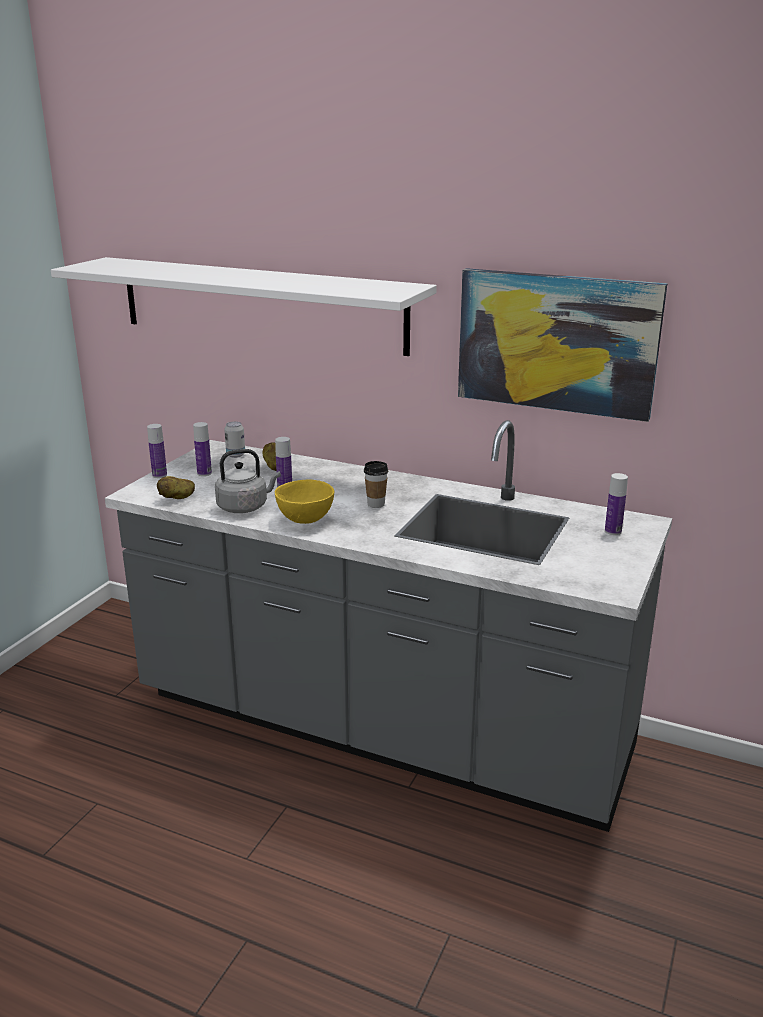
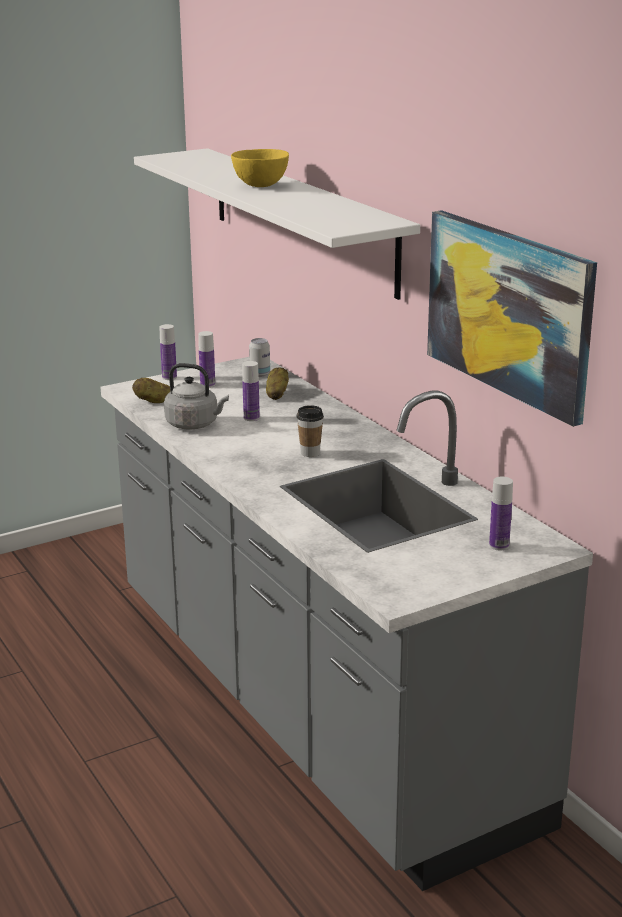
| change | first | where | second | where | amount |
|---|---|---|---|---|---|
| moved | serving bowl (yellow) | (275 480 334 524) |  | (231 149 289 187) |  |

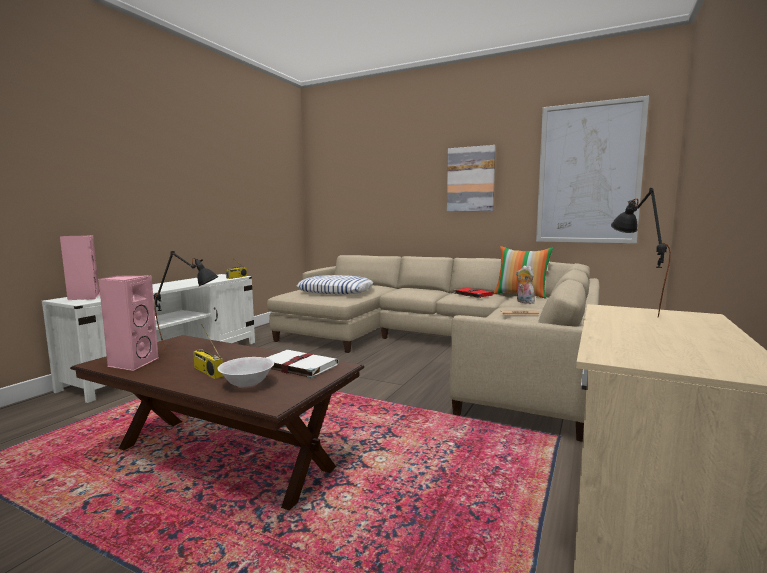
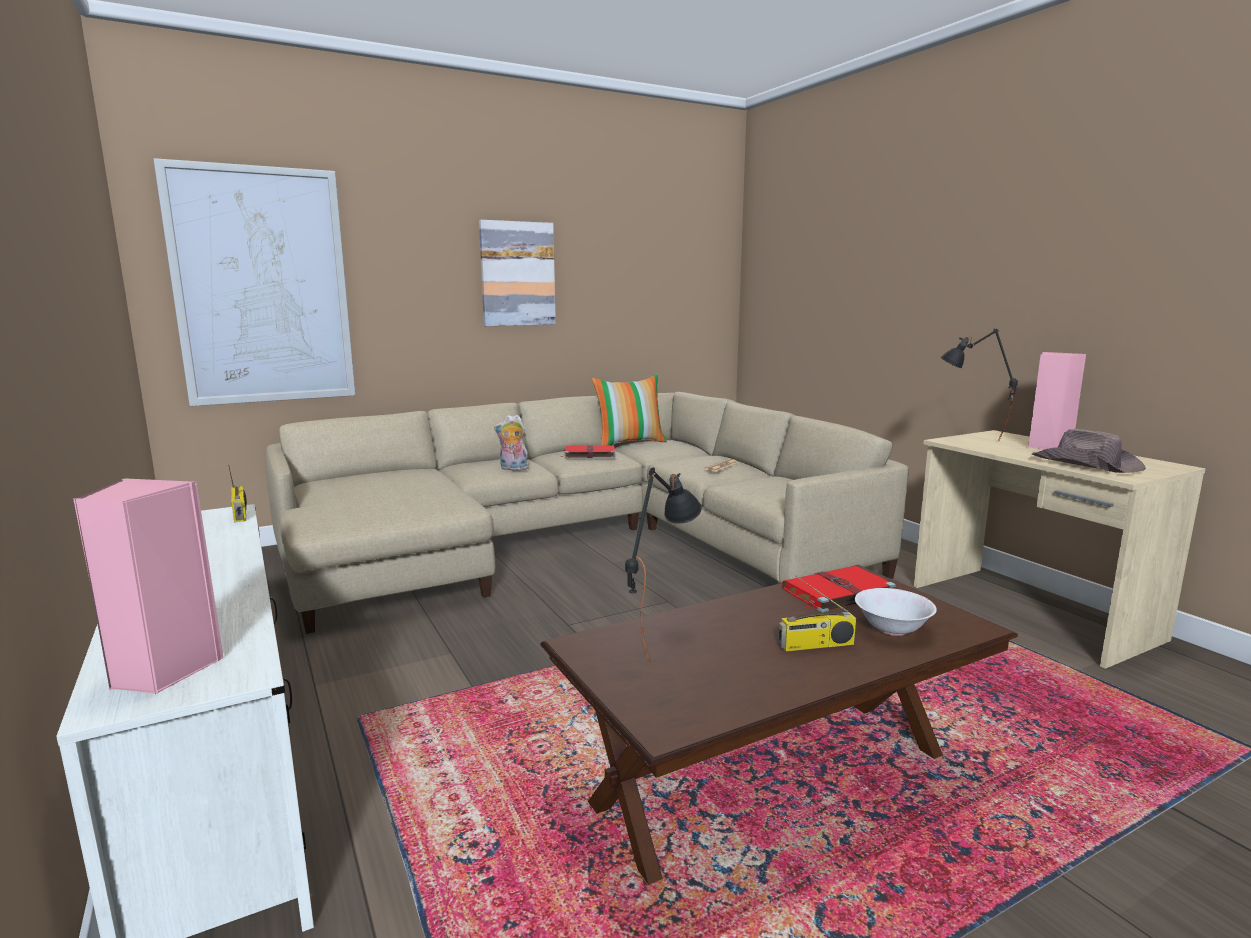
| change | first | where | second | where | amount |
|---|---|---|---|---|---|
| moved | wall art | (536 96 649 244) |  | (153 158 356 406) |  |
| moved | plush toy | (516 265 535 304) |  | (494 415 529 471) |  |
| moved | audio speaker (pink) | (98 275 159 371) |  | (1028 352 1087 449) |  |
| removed | pillow | (297 275 373 294) |  |  |  |
| recoloured | volume (whitish) | (266 350 339 379) | volume (red-coloured) | (782 566 896 613) |  |
| added |  |  | hat (brownish) | (1032 429 1146 473) |  |

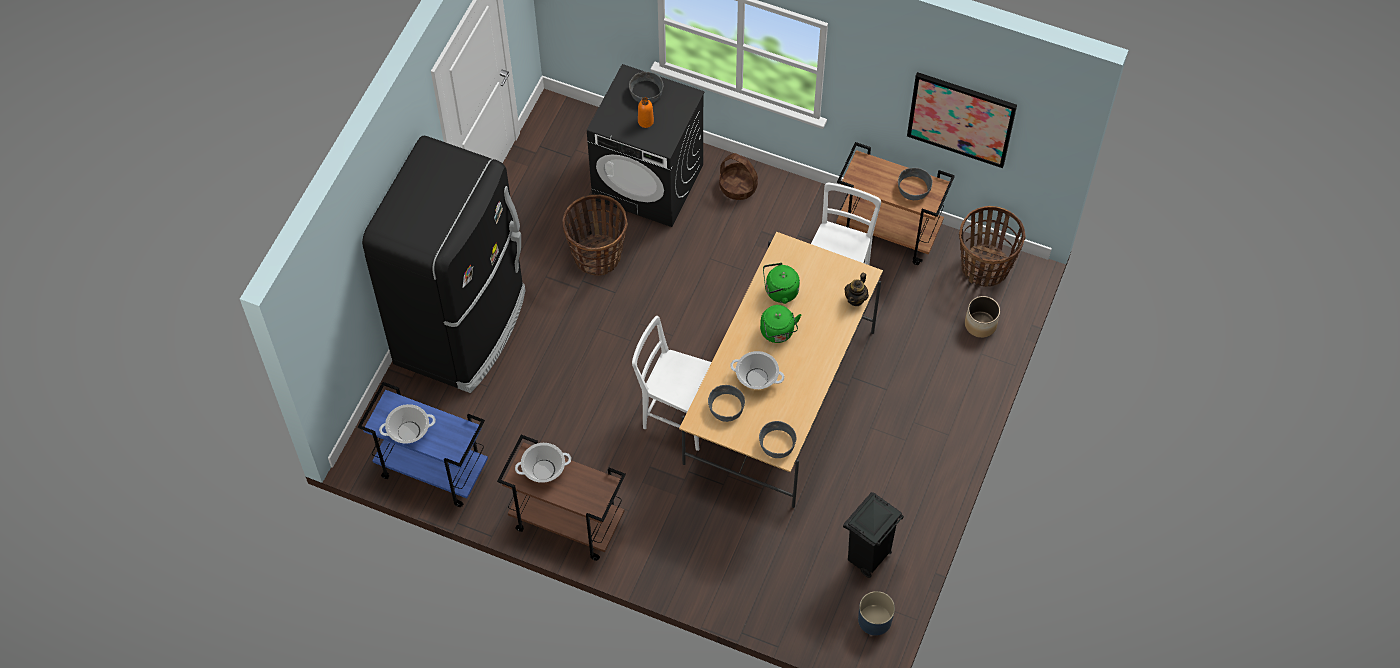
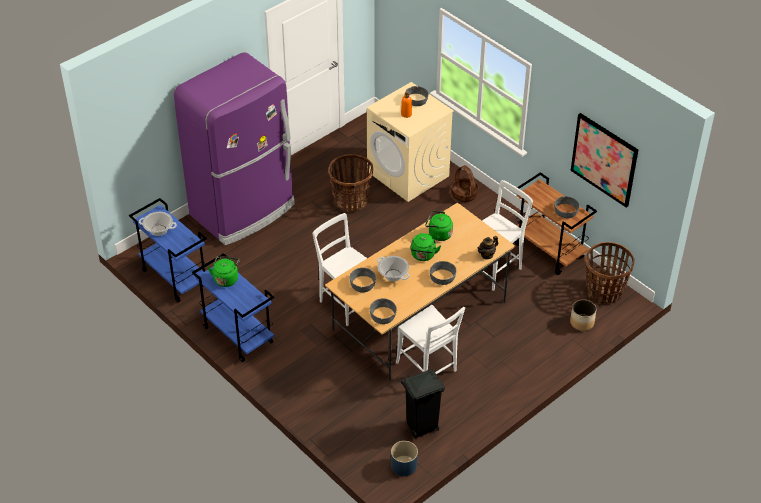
| change | first | where | second | where | amount |
|---|---|---|---|---|---|
| recoloured | laundry appliance (black-coloured) | (587 64 705 227) | laundry appliance (beige-coloured) | (367 82 454 202) |  |
| recoloured | fridge (black-coloured) | (362 136 525 393) | fridge (purple-coloured) | (174 52 295 245) |  |
| recoloured | wheeled cart (brownish) | (497 435 626 561) | wheeled cart (blue-coloured) | (192 253 274 362) |  |
| replaced | saucepot | (515 443 571 483) | water kettle (green) | (207 256 239 287) |  |
| added |  |  | serving bowl (greyish) | (430 261 456 285) |  |
| added |  |  | upright chair (whitish) | (396 305 465 374) |  |

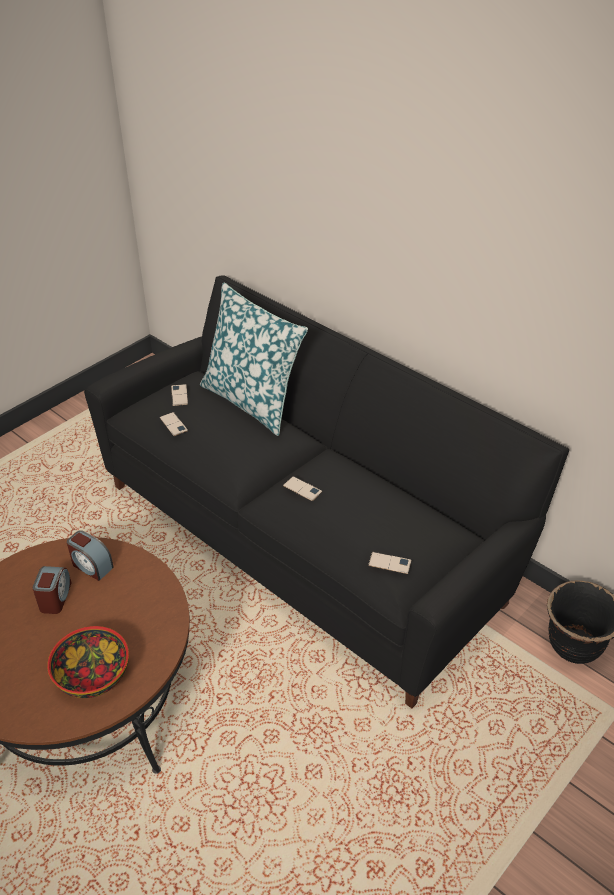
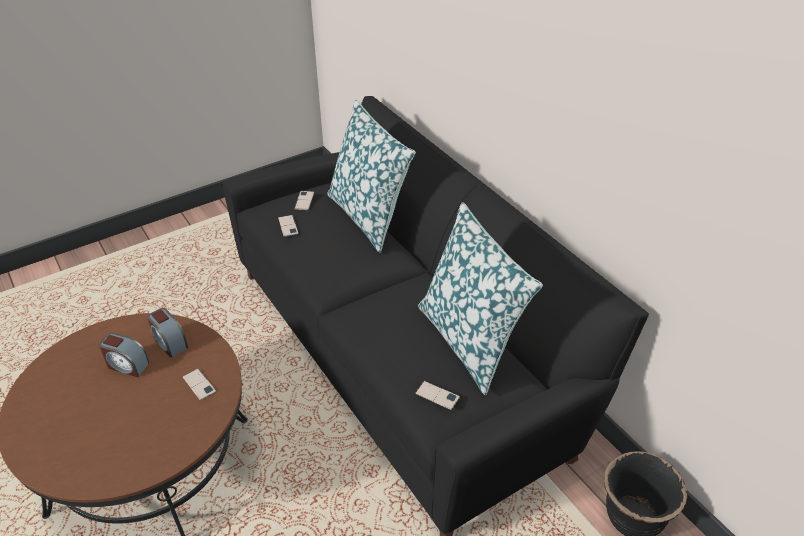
| change | first | where | second | where | amount |
|---|---|---|---|---|---|
| moved | phone | (283 476 322 501) |  | (183 368 216 401) |  |
| turned | table clock | (33 566 71 614) |  | (99 333 149 377) | 90 degrees clockwise |
| removed | serving bowl | (47 626 129 698) |  |  |  |
| added |  |  | pillow | (418 202 543 395) |  |

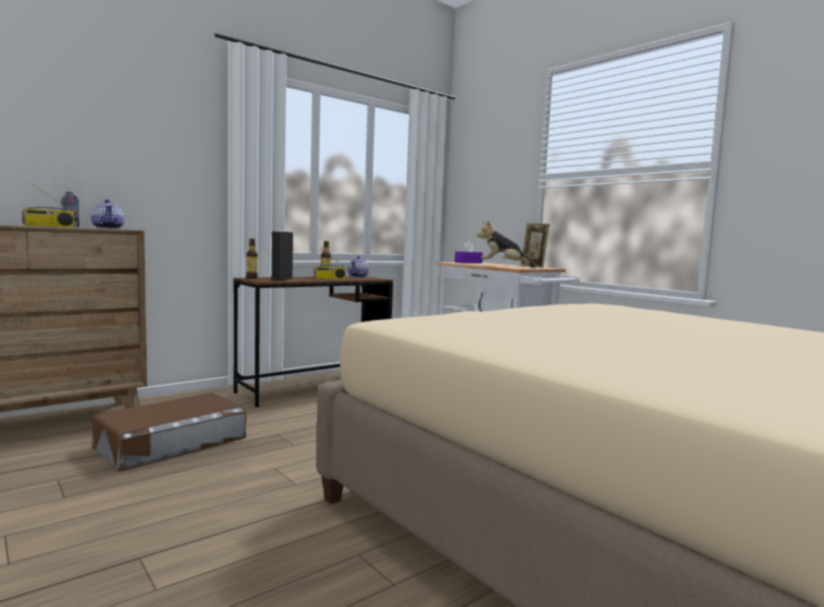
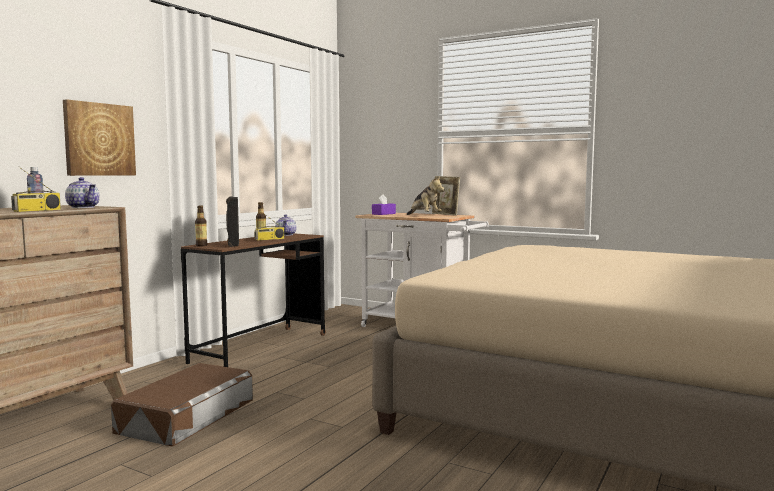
| change | first | where | second | where | amount |
|---|---|---|---|---|---|
| turned | plush toy | (477 220 535 268) |  | (407 176 445 215) | 120 degrees counterclockwise |
| added |  |  | wall art | (63 99 136 176) |  |

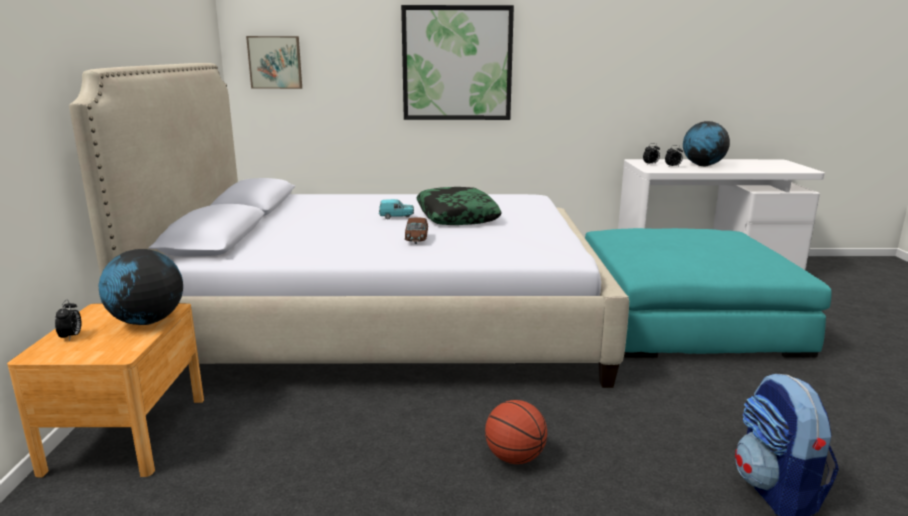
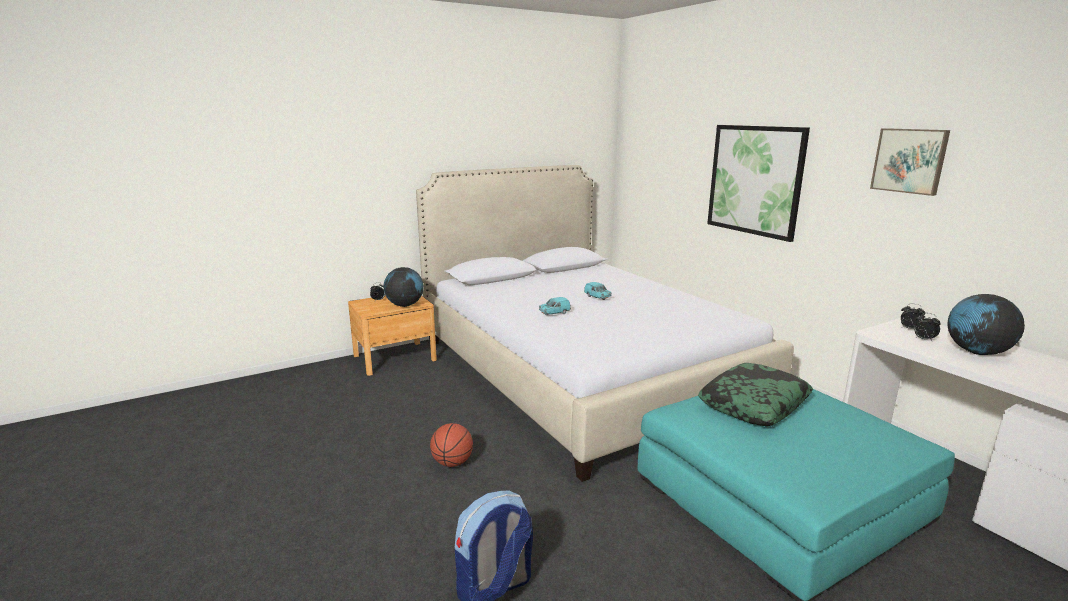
| change | first | where | second | where | amount |
|---|---|---|---|---|---|
| moved | wall art | (246 36 302 89) |  | (870 128 950 196) |  |
| moved | pillow | (417 187 502 225) |  | (698 363 813 426) |  |
| recoloured | toy car (brownish) | (405 217 428 244) | toy car (blue-green) | (539 297 571 315) |  |

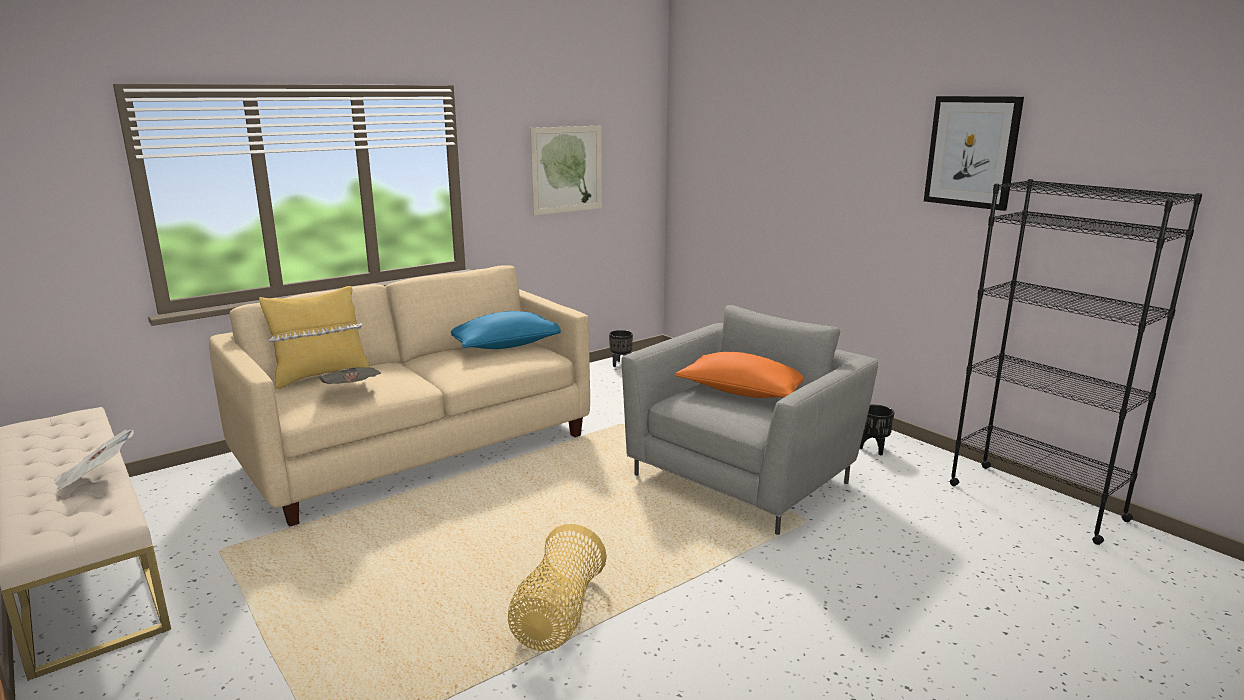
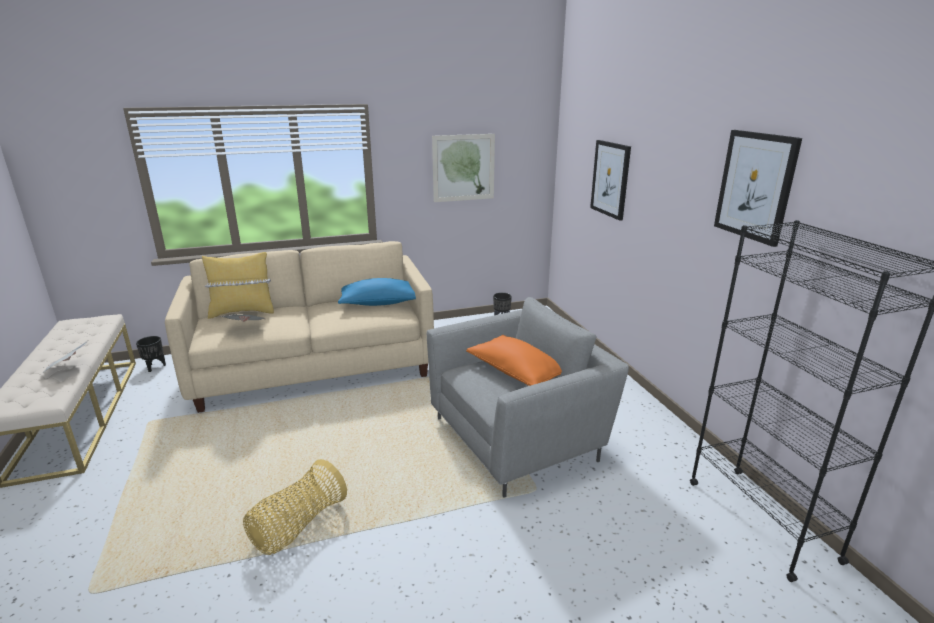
| change | first | where | second | where | amount |
|---|---|---|---|---|---|
| moved | planter (black-coloured) | (860 405 894 455) |  | (136 336 166 372) |  |
| added |  |  | wall art | (590 140 631 221) |  |

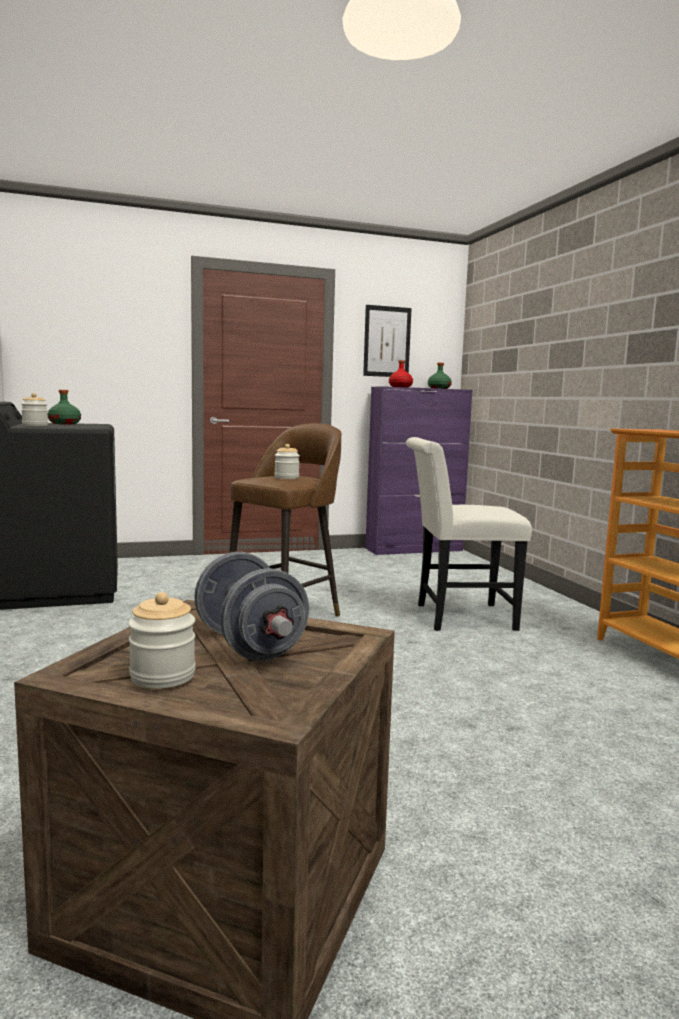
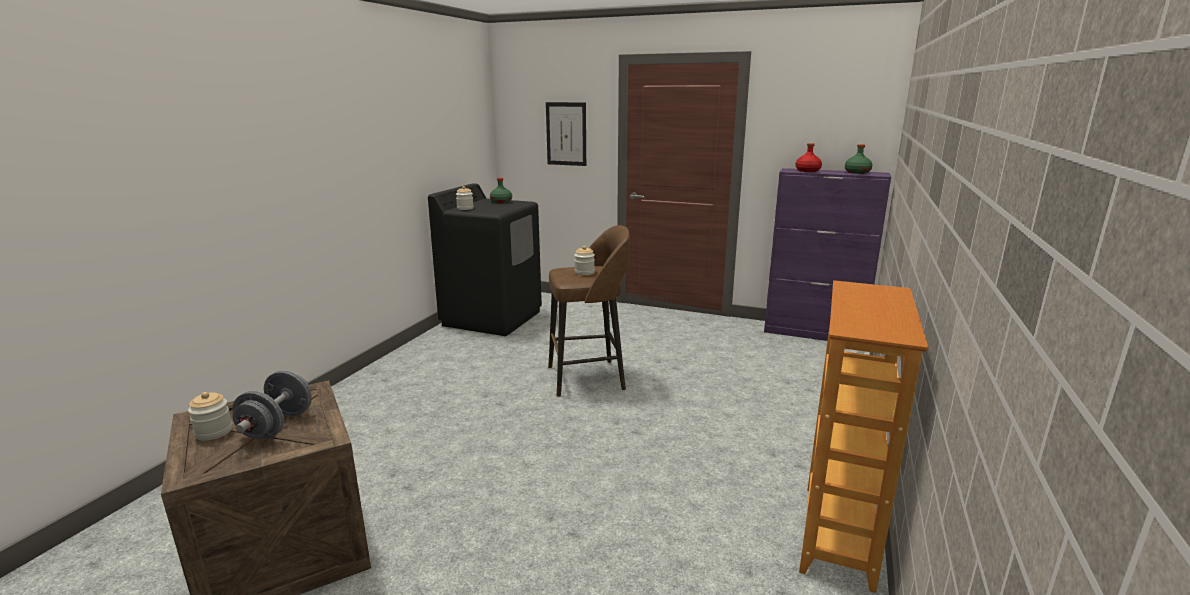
| change | first | where | second | where | amount |
|---|---|---|---|---|---|
| moved | wall art | (363 305 412 377) |  | (546 102 586 166) |  |
| removed | upright chair (whitish) | (406 437 532 631) |  |  |  |

